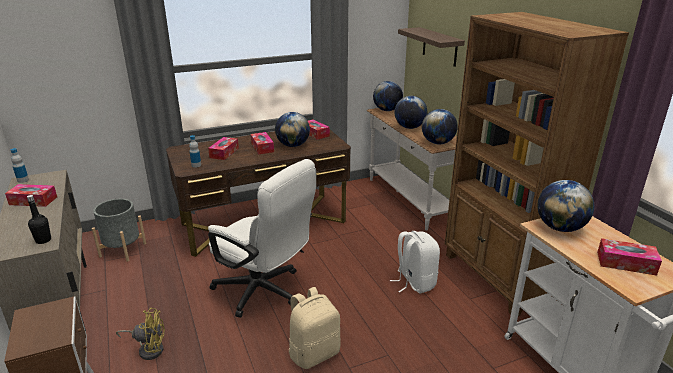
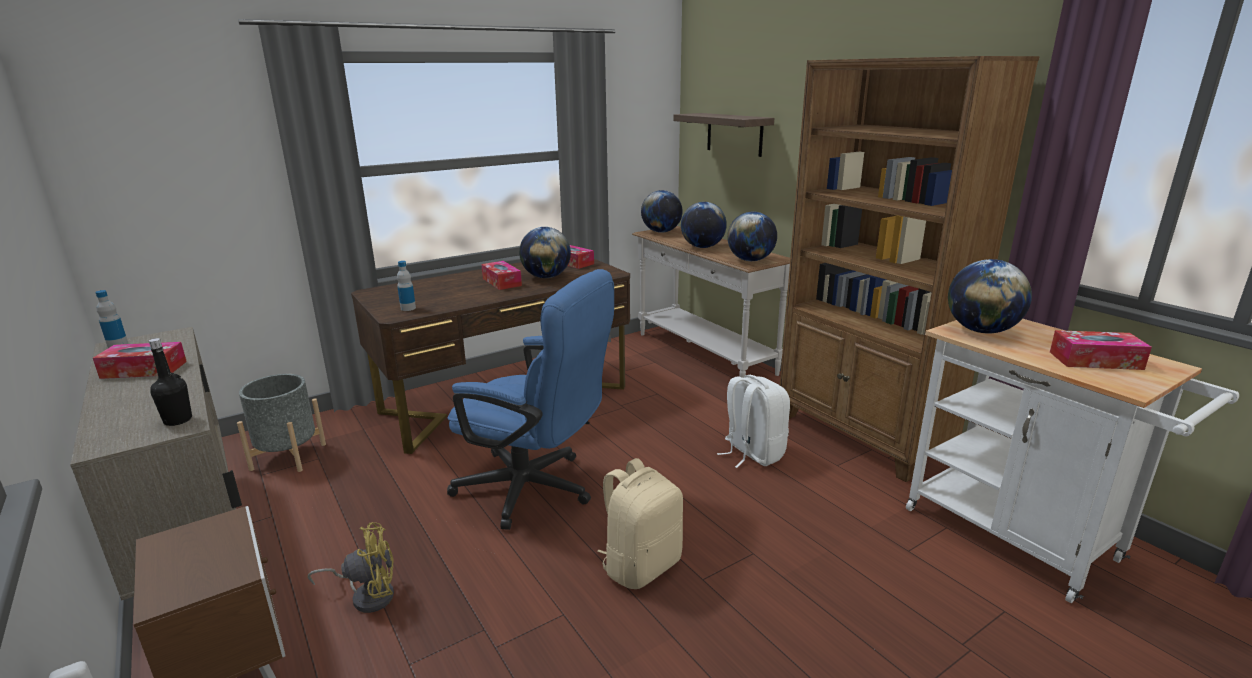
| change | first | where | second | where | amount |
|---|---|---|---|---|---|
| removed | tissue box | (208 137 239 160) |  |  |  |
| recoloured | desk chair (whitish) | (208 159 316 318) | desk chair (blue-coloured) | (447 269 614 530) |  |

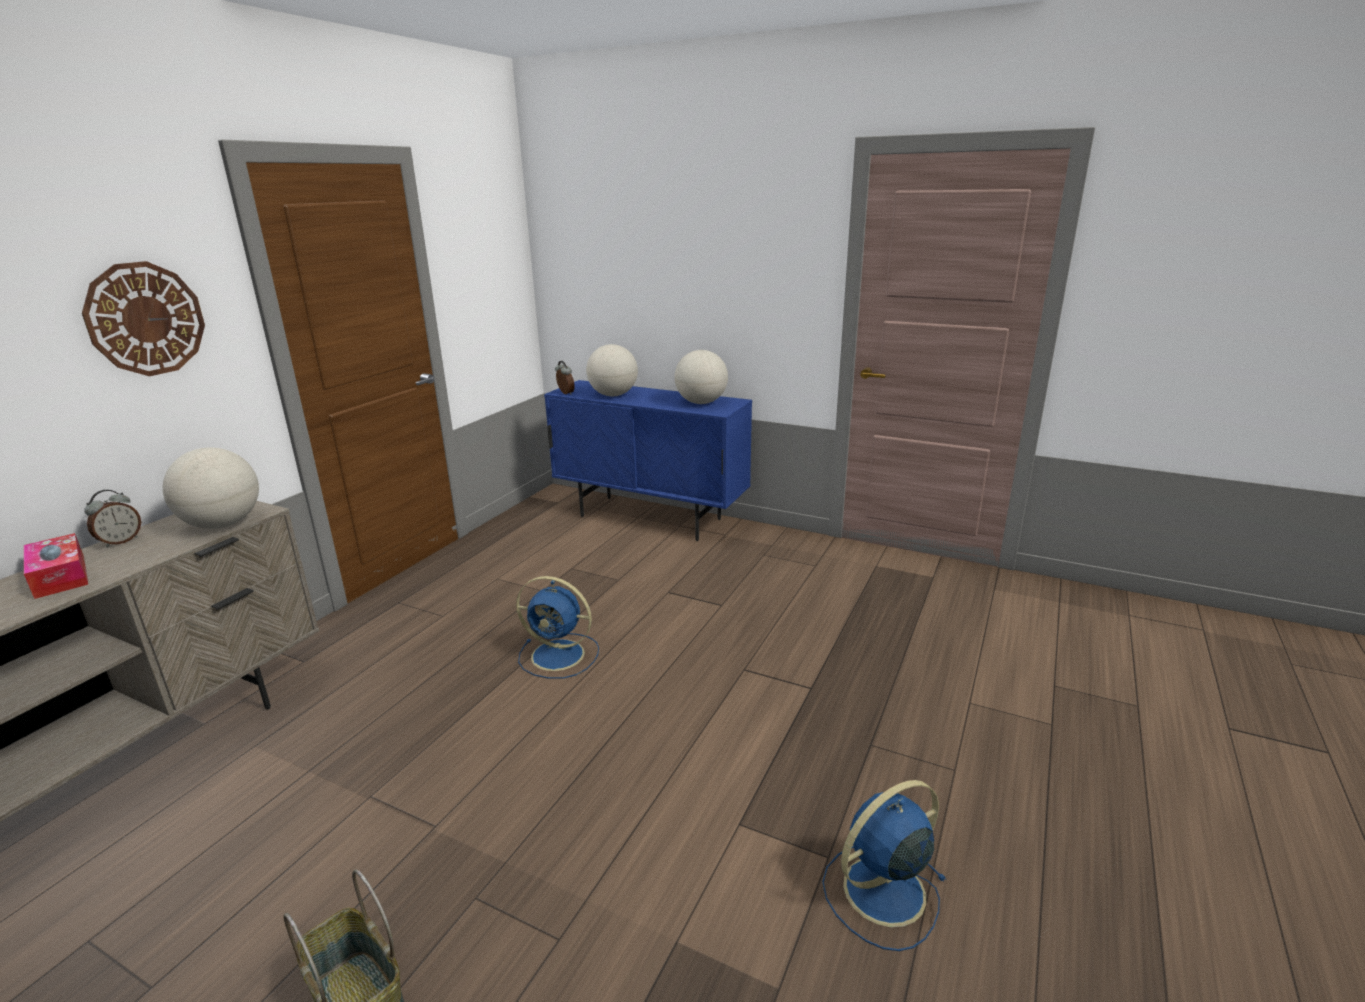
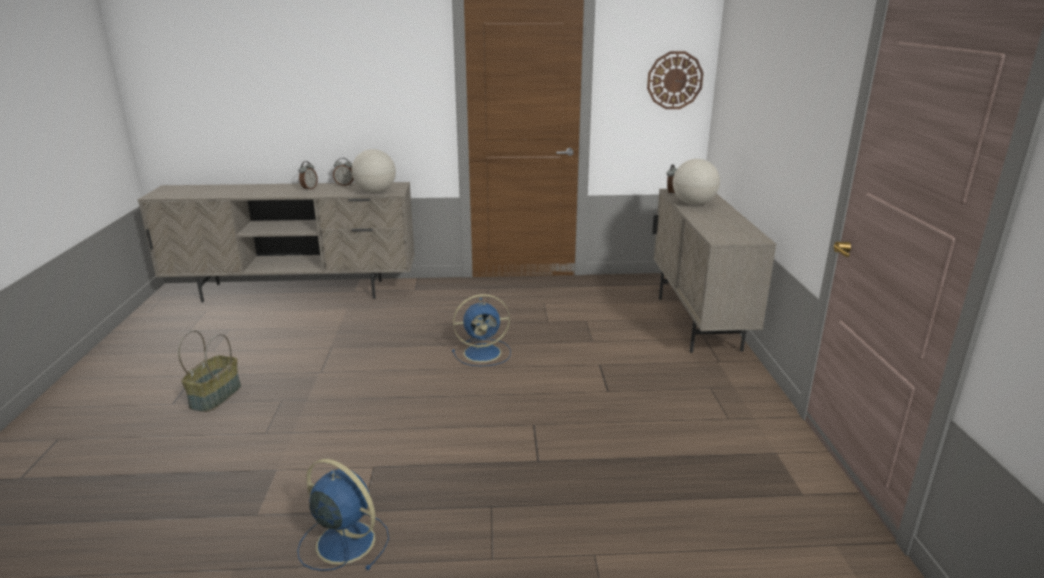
| change | first | where | second | where | amount |
|---|---|---|---|---|---|
| moved | clock on the wall | (82 261 205 376) |  | (647 51 704 109) |  |
| removed | globe | (675 350 728 404) |  |  |  |
| recoloured | cupboard (blue-coloured) | (544 380 752 541) | cupboard (beige-coloured) | (652 189 776 353) |  |
| replaced | tissue box | (24 533 88 599) | table clock | (298 161 318 191) |  |
| turned | electric fan (blue-coloured) | (516 576 599 679) |  | (452 294 511 366) | 90 degrees counterclockwise |

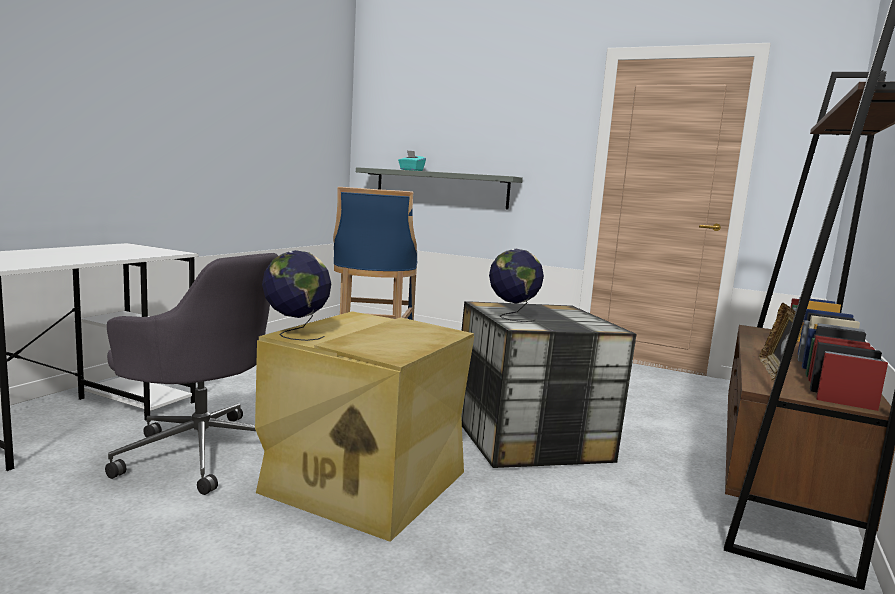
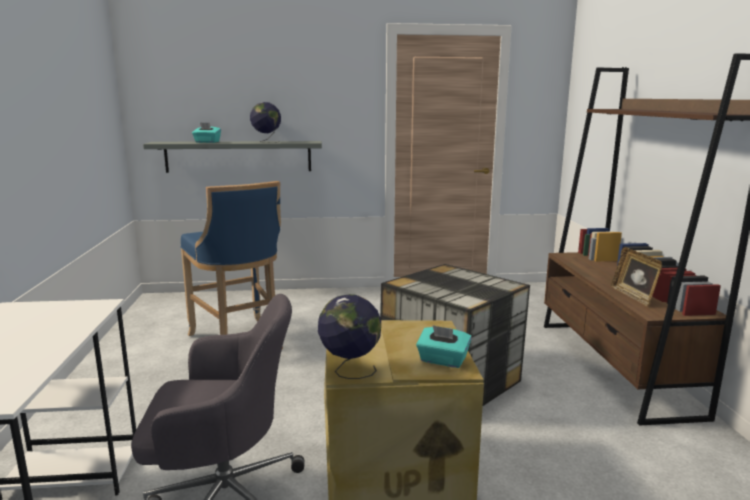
| change | first | where | second | where | amount |
|---|---|---|---|---|---|
| moved | globe | (489 249 544 322) |  | (250 102 281 143) |  |
| added |  |  | tissue box (blue-green) | (416 325 472 368) |  |

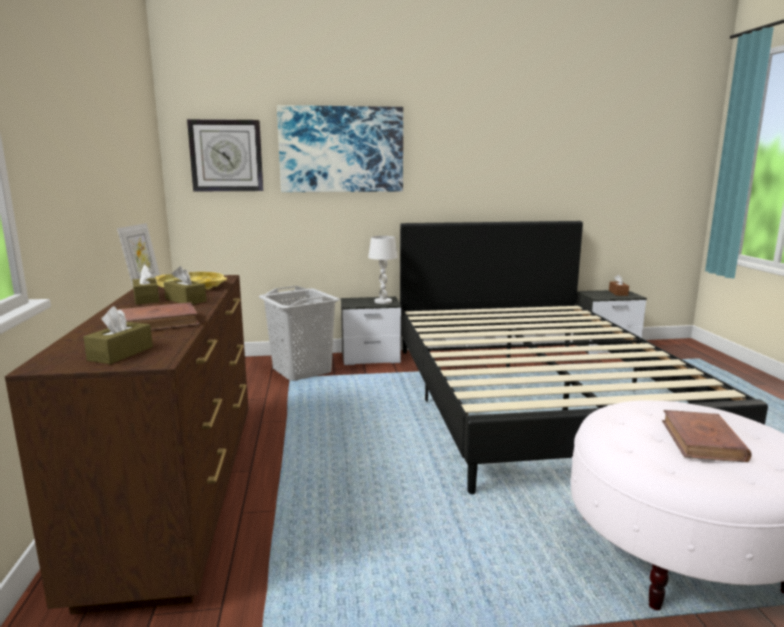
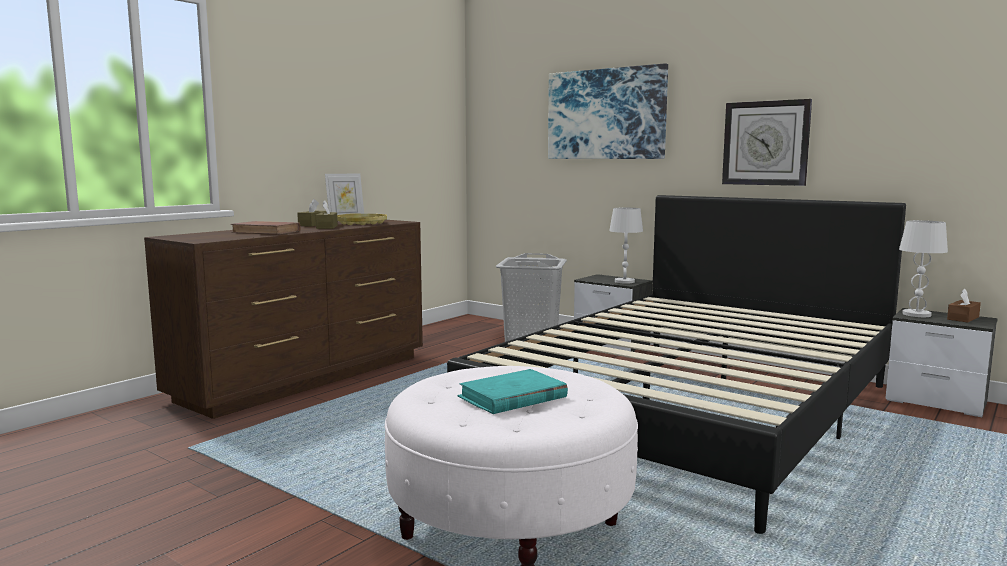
| change | first | where | second | where | amount |
|---|---|---|---|---|---|
| moved | clock on the wall | (187 119 263 191) |  | (722 99 812 186) |  |
| removed | tissue box (brownish) | (83 306 153 364) |  |  |  |
| recoloured | volume (brownish) | (662 410 752 462) | volume (blue-green) | (458 369 568 414) |  |
| added |  |  | table lamp (whitish) | (899 220 948 317) |  |

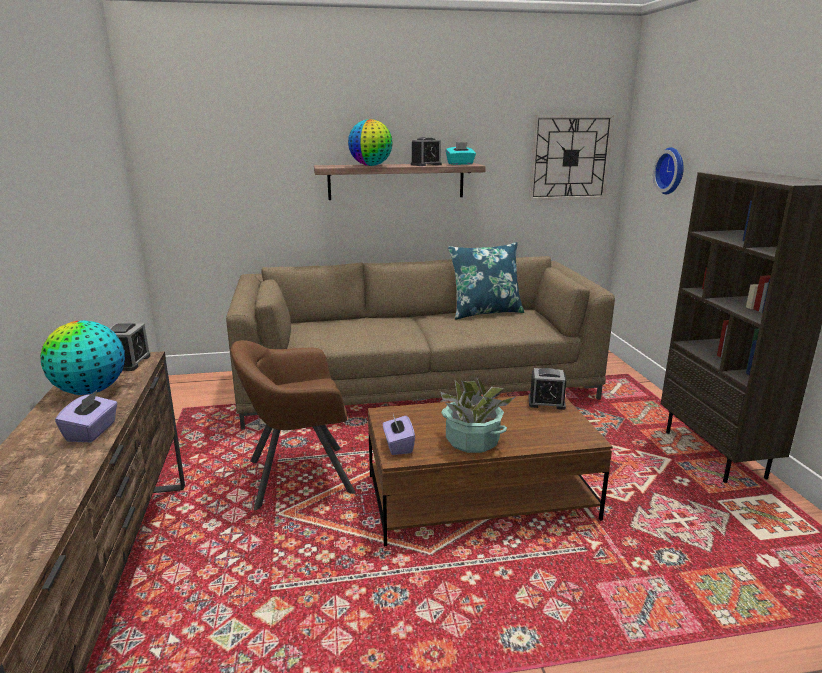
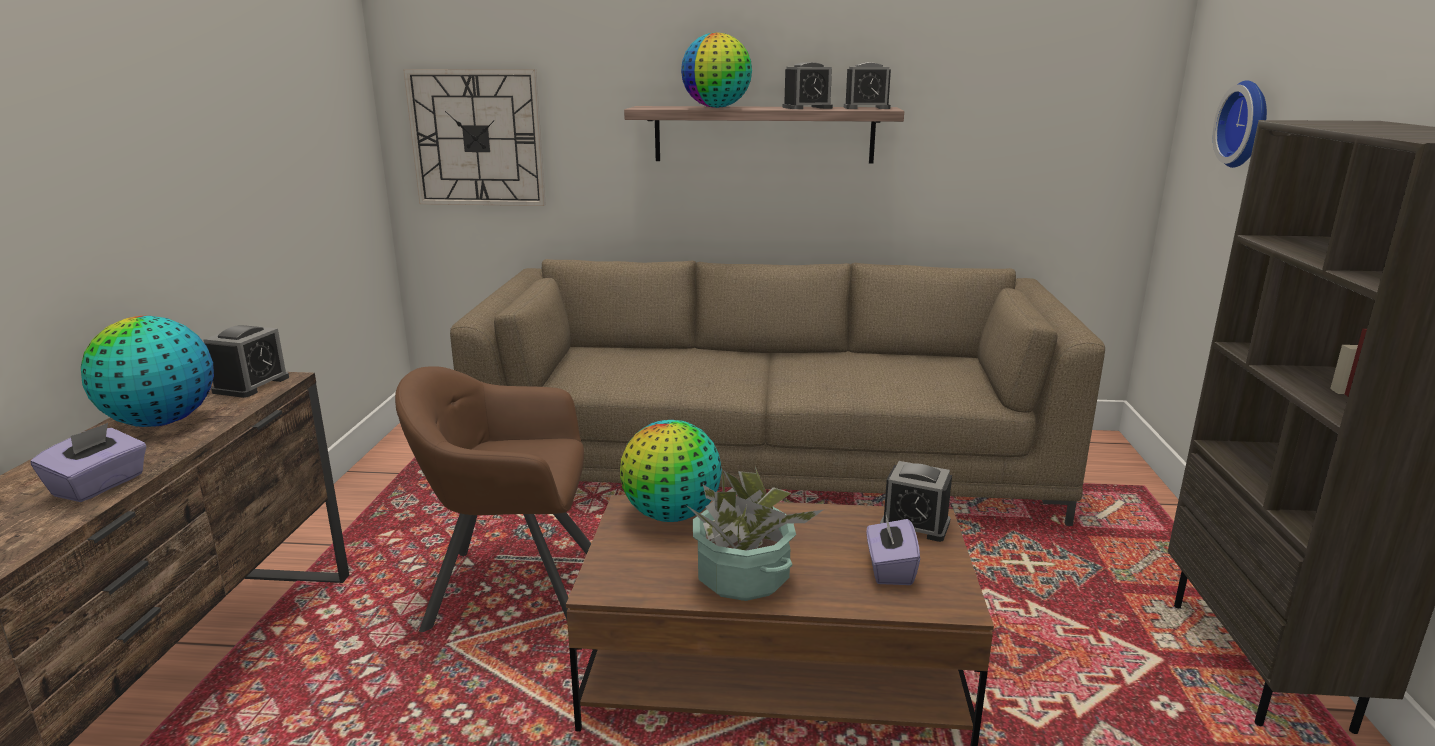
| change | first | where | second | where | amount |
|---|---|---|---|---|---|
| moved | clock on the wall | (529 115 614 200) |  | (403 69 546 206) |  |
| replaced | tissue box (blue-green) | (446 142 476 165) | table clock | (844 62 891 109) |  |
| removed | pillow (blue-coloured) | (448 242 524 319) |  |  |  |
| moved | tissue box (purple-coloured) | (383 414 415 455) |  | (866 515 920 585) |  |
| added |  |  | globe | (620 420 722 522) |  |

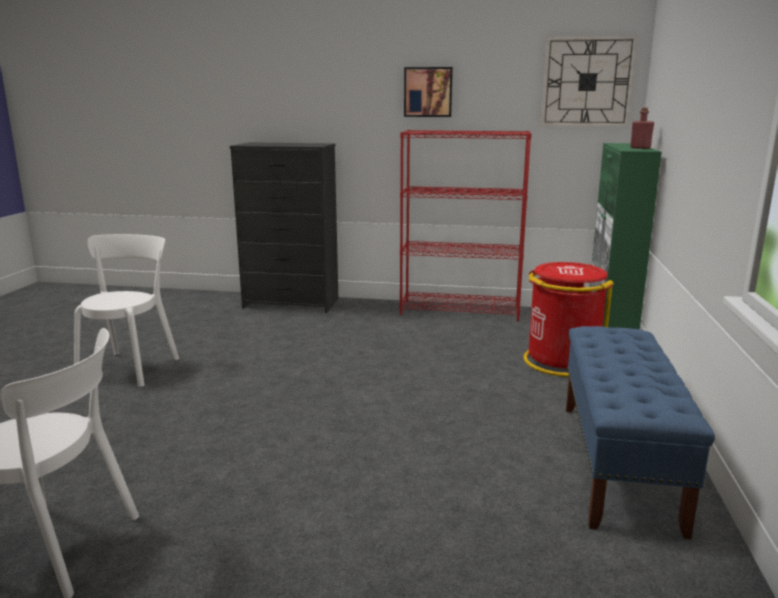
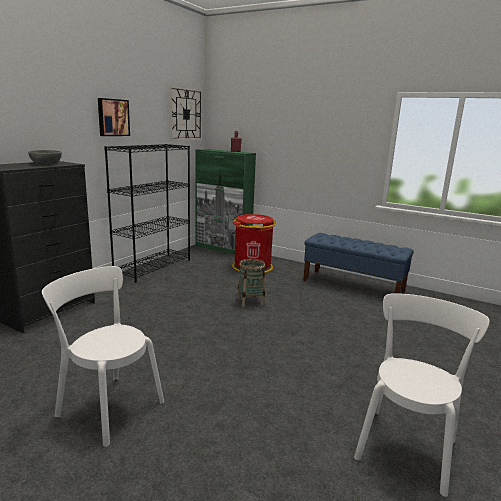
| change | first | where | second | where | amount |
|---|---|---|---|---|---|
| recoloured | bookcase (red-coloured) | (399 130 532 321) | bookcase (black-coloured) | (104 144 190 283) |  |
| added |  |  | serving bowl (greyish) | (28 150 62 164) |  |
| added |  |  | storage basket | (237 258 265 307) |  |

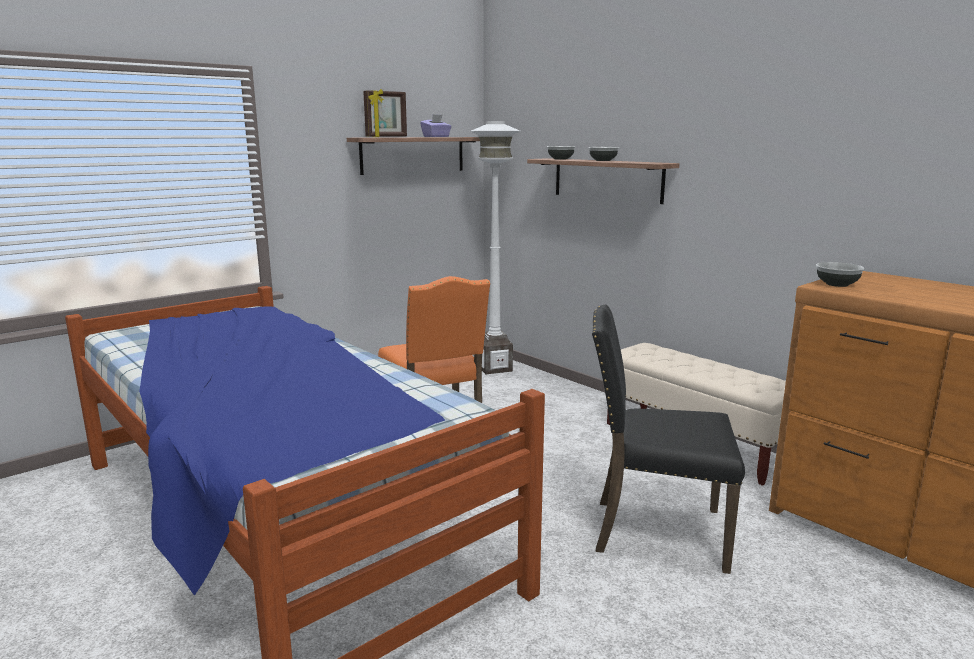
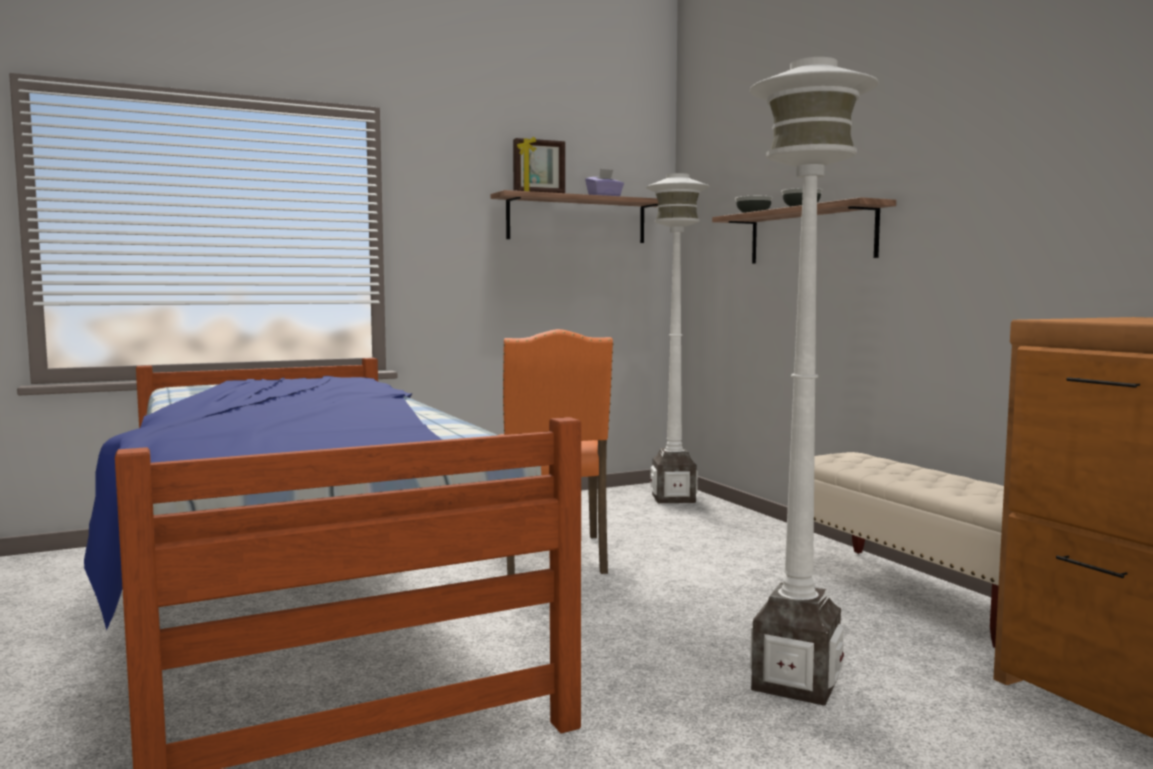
| change | first | where | second | where | amount |
|---|---|---|---|---|---|
| removed | serving bowl | (816 262 864 287) |  |  |  |
| replaced | upright chair (black-coloured) | (592 305 745 574) | floor lamp (whitish) | (750 57 879 706) |  |

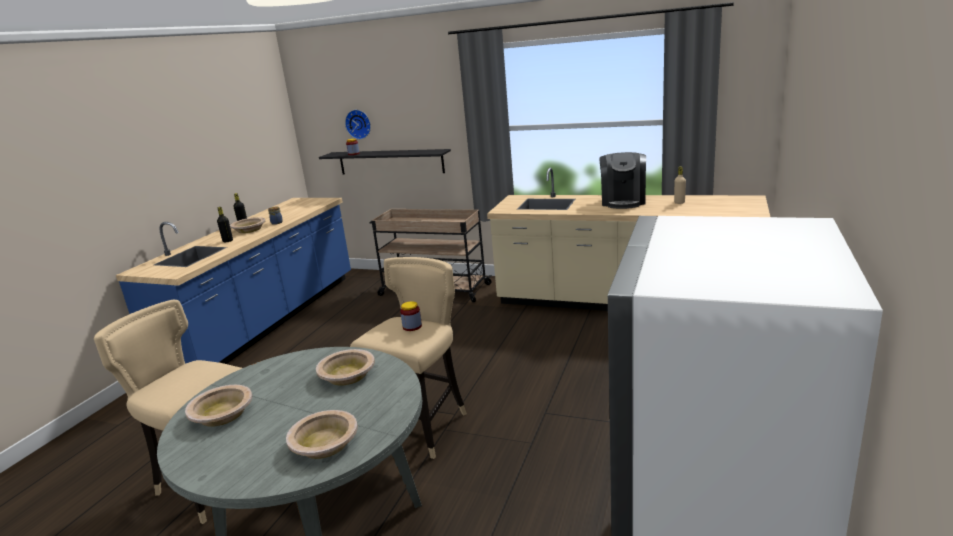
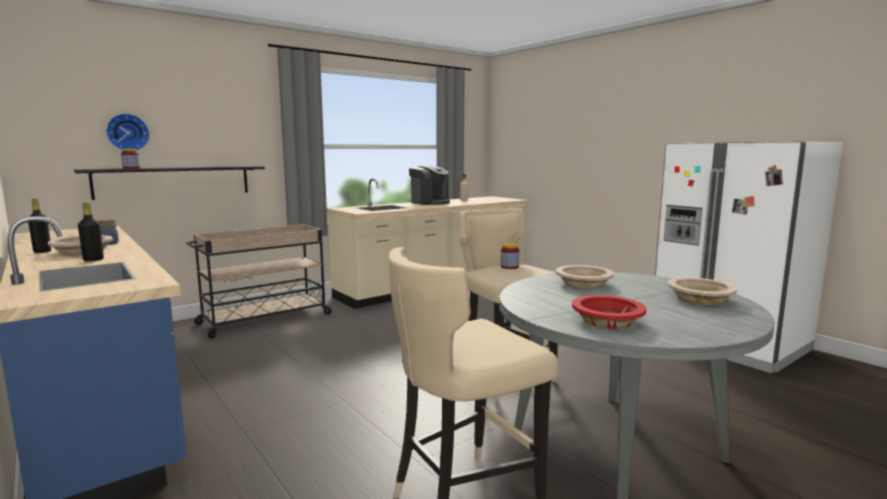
| change | first | where | second | where | amount |
|---|---|---|---|---|---|
| recoloured | serving bowl (beige-coloured) | (185 385 252 427) | serving bowl (red-coloured) | (572 295 646 329) |  |

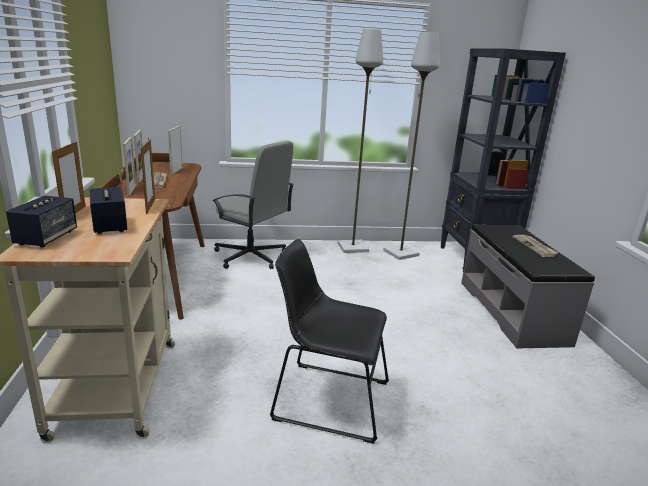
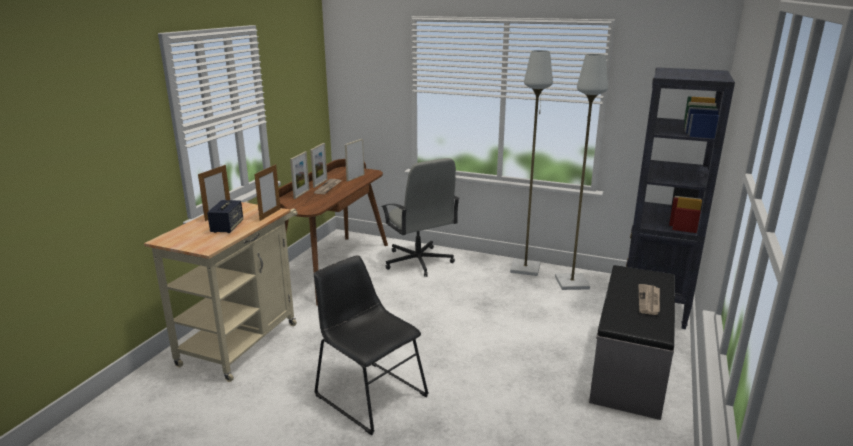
| change | first | where | second | where | amount |
|---|---|---|---|---|---|
| removed | audio speaker | (6 196 77 247) |  |  |  |

